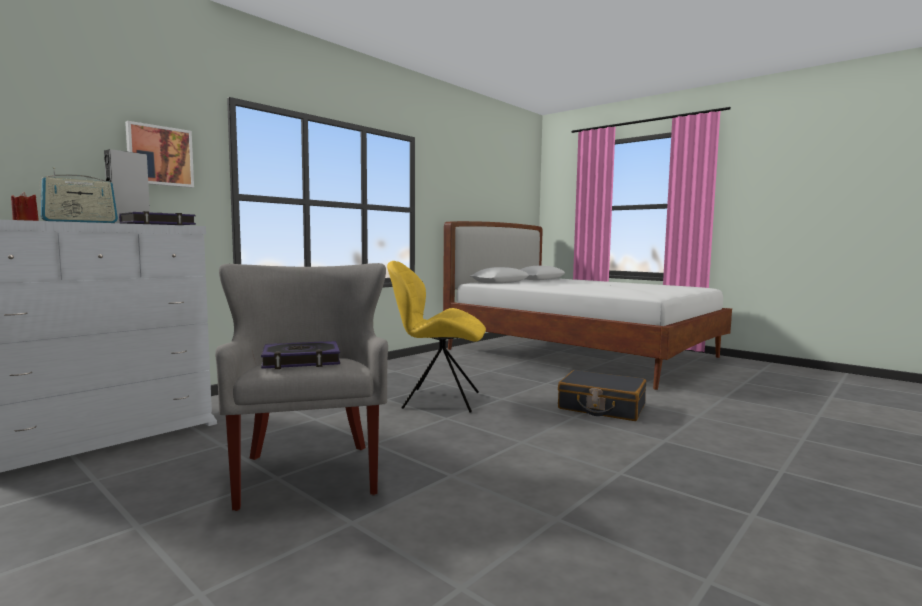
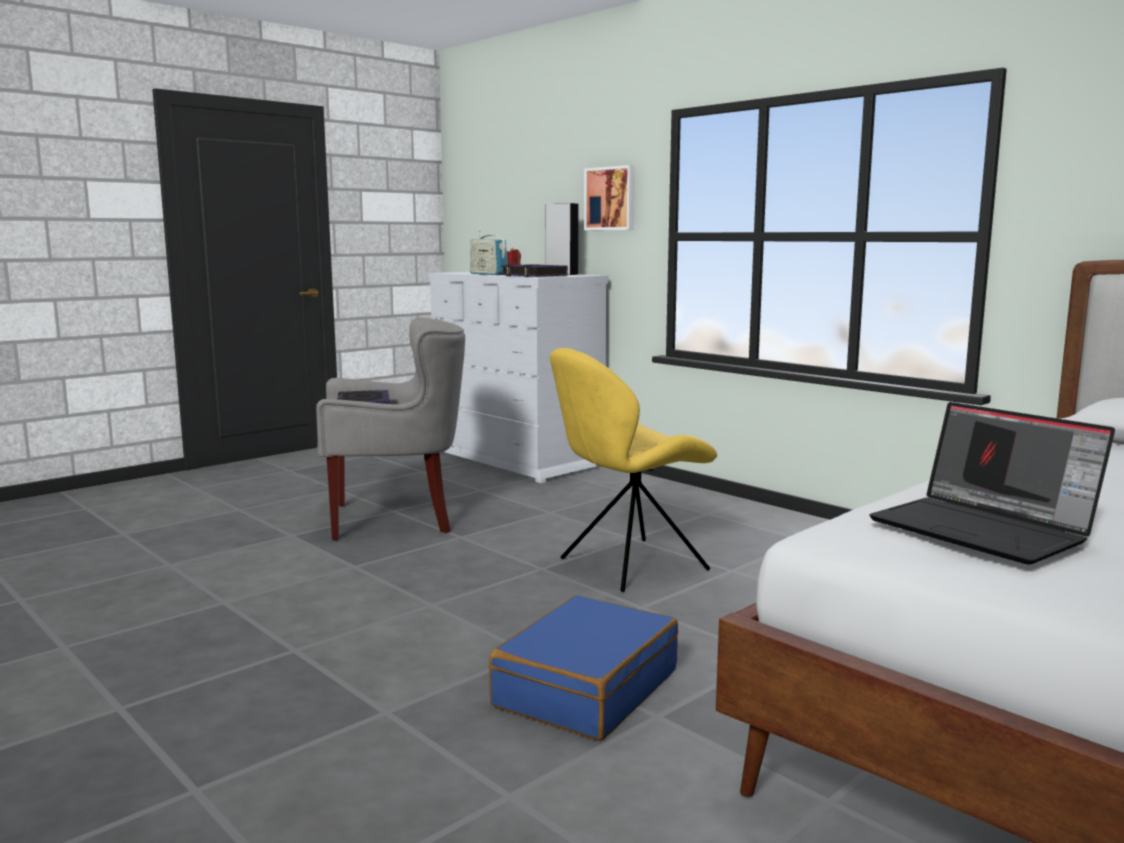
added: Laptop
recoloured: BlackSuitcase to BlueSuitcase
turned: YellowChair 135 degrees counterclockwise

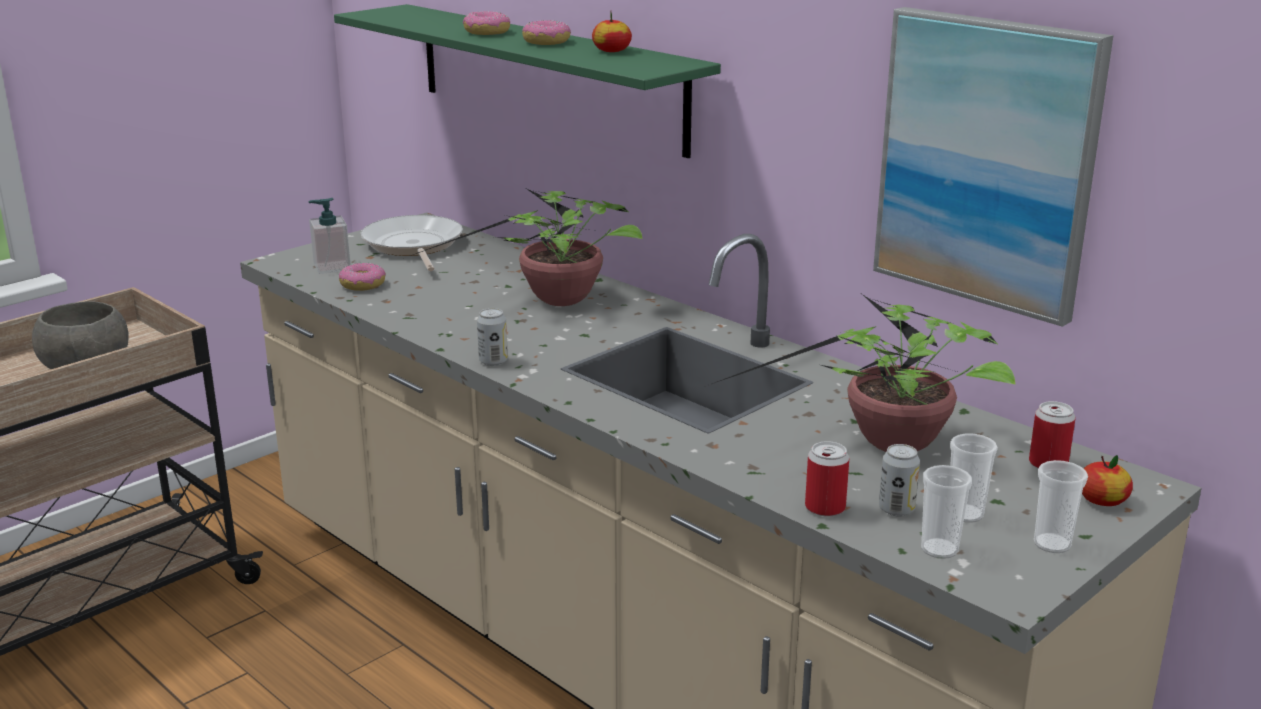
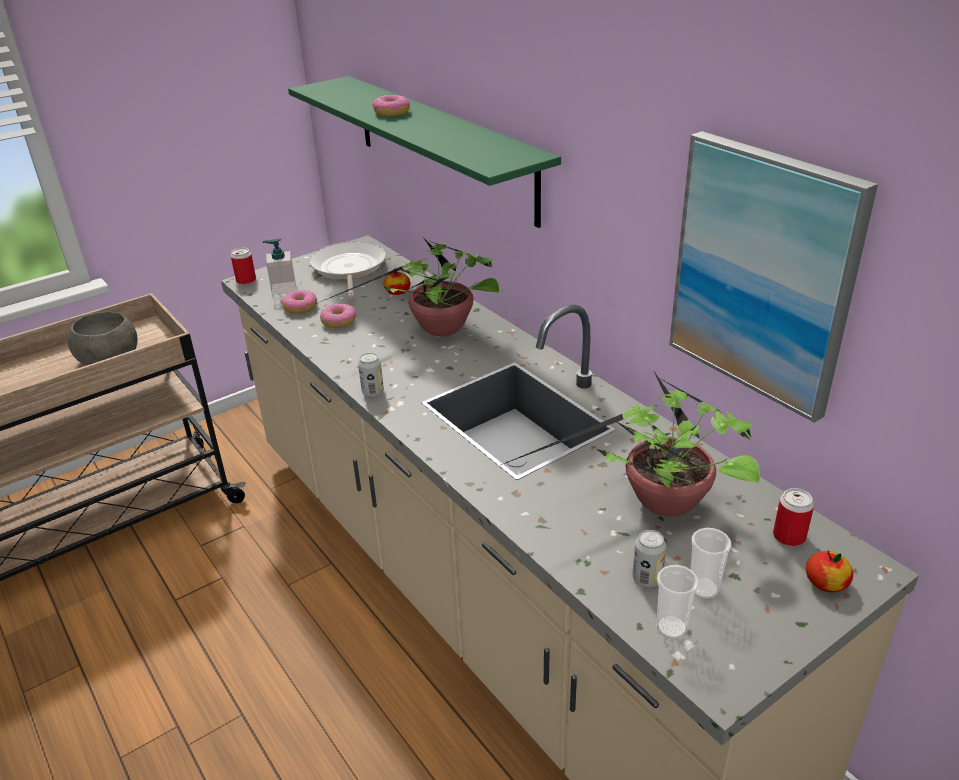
removed: Cup (3rd from left)
moved: Can (2nd from left in the first image) to Can (1st from left); Donut (3rd from left in the first image) to Donut (2nd from left); Apple (1st from left)

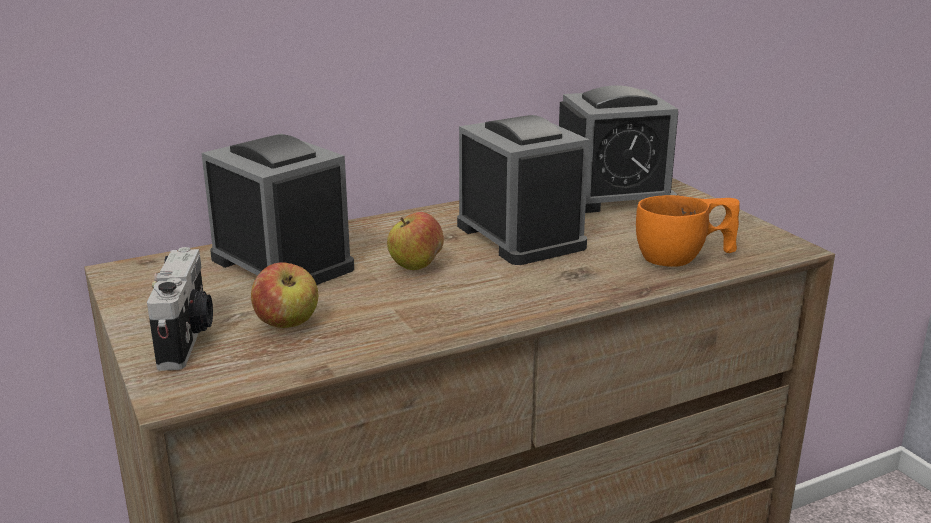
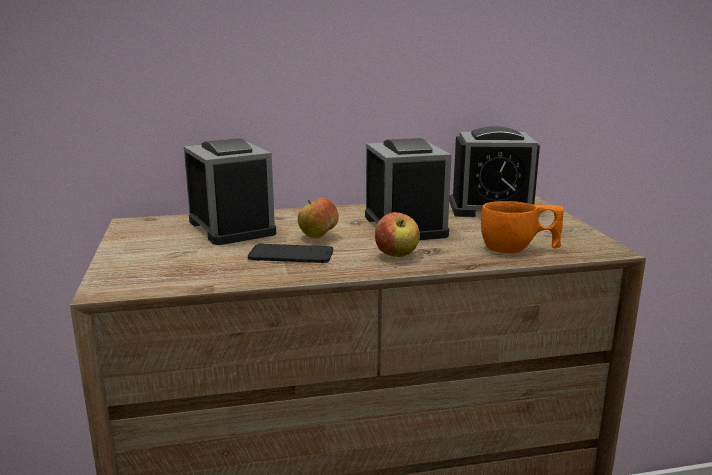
removed: PhotoCamera
added: Phone
moved: Apple (1st from left in the first image) to Apple (2nd from left)

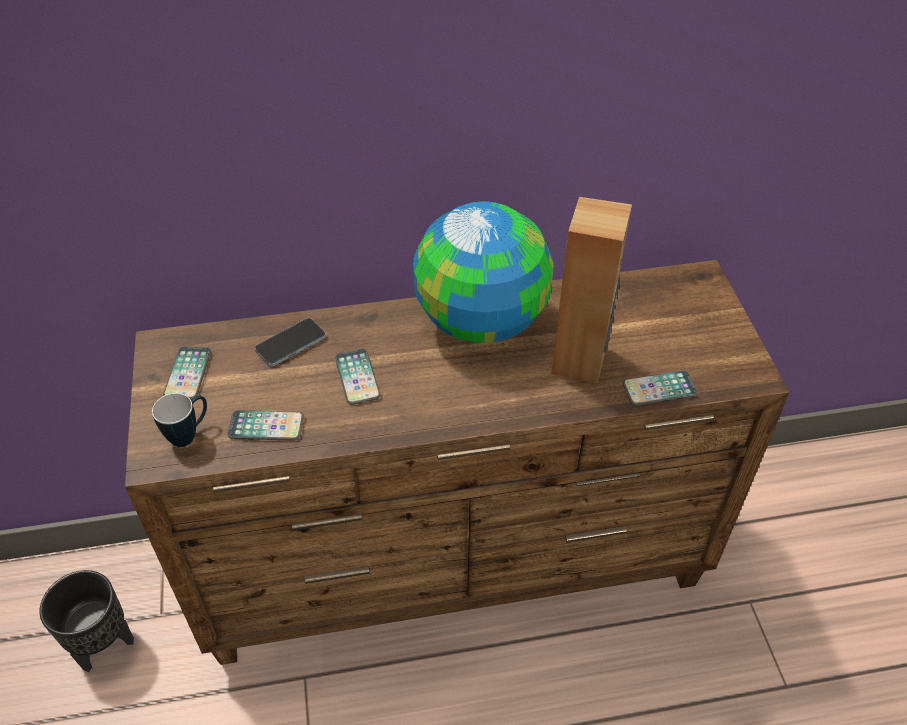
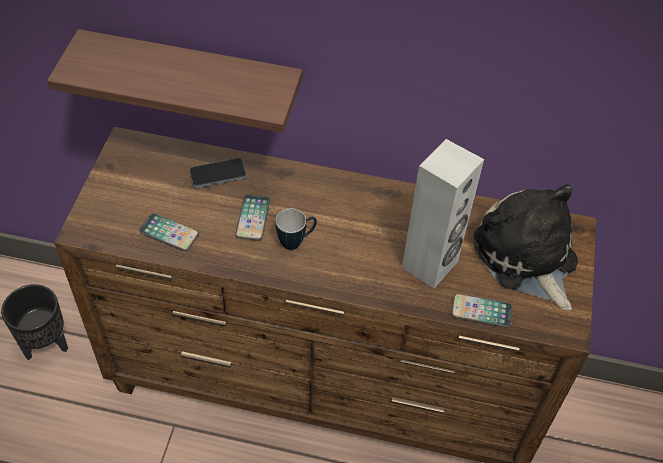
removed: Phone (1st from left); Globe
added: Shelf; PlushToy
moved: Mug
recoloured: BrownSpeaker to WhiteSpeaker

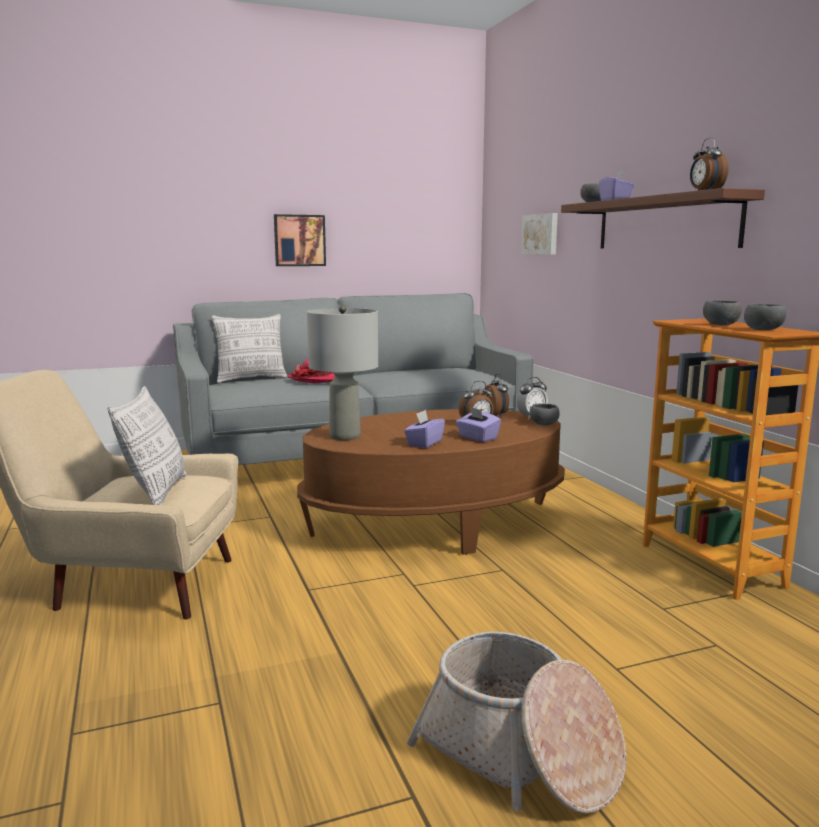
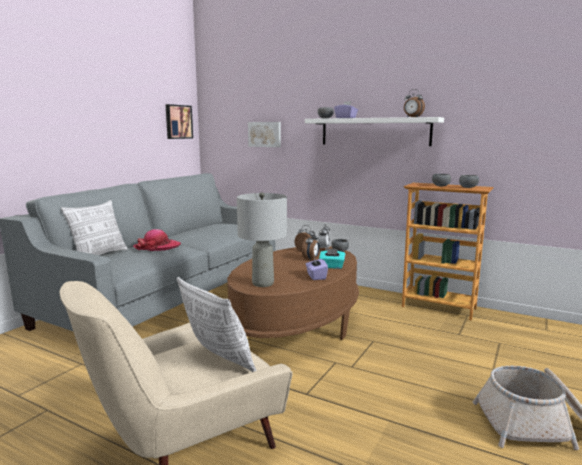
moved: Picture (1st from left)
recoloured: BrownShelf to WhiteShelf; PurpleTissueBox (2nd from left) to TurquoiseTissueBox

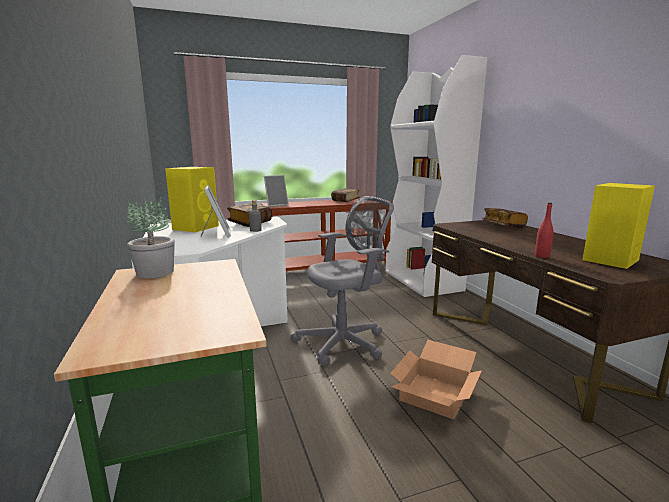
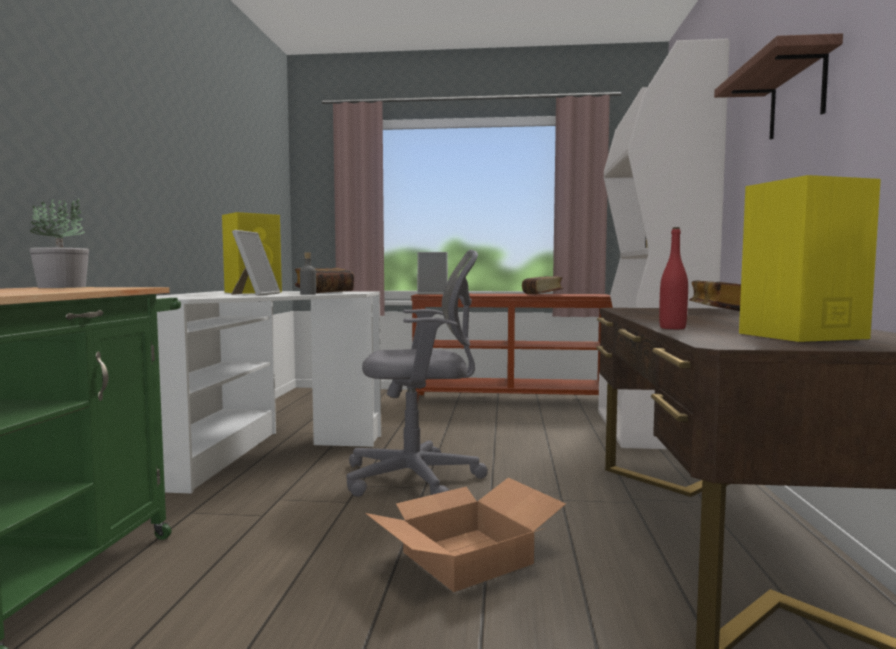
added: Shelf

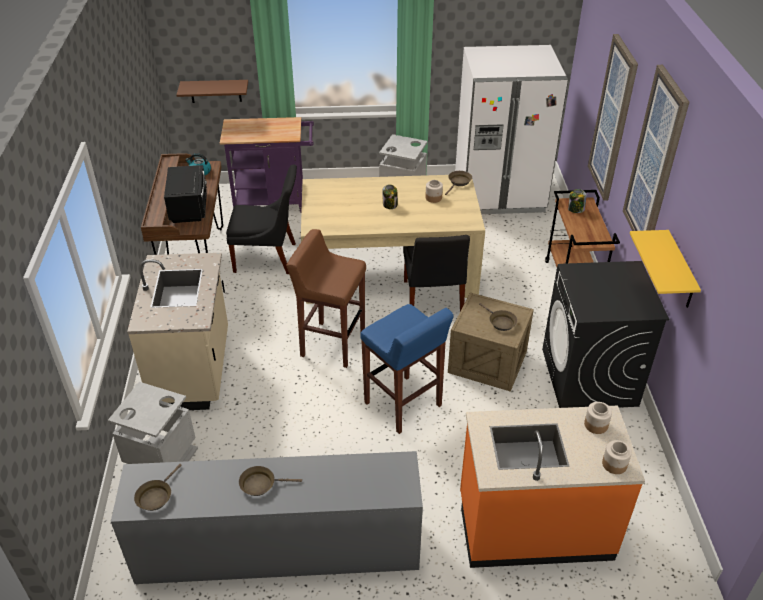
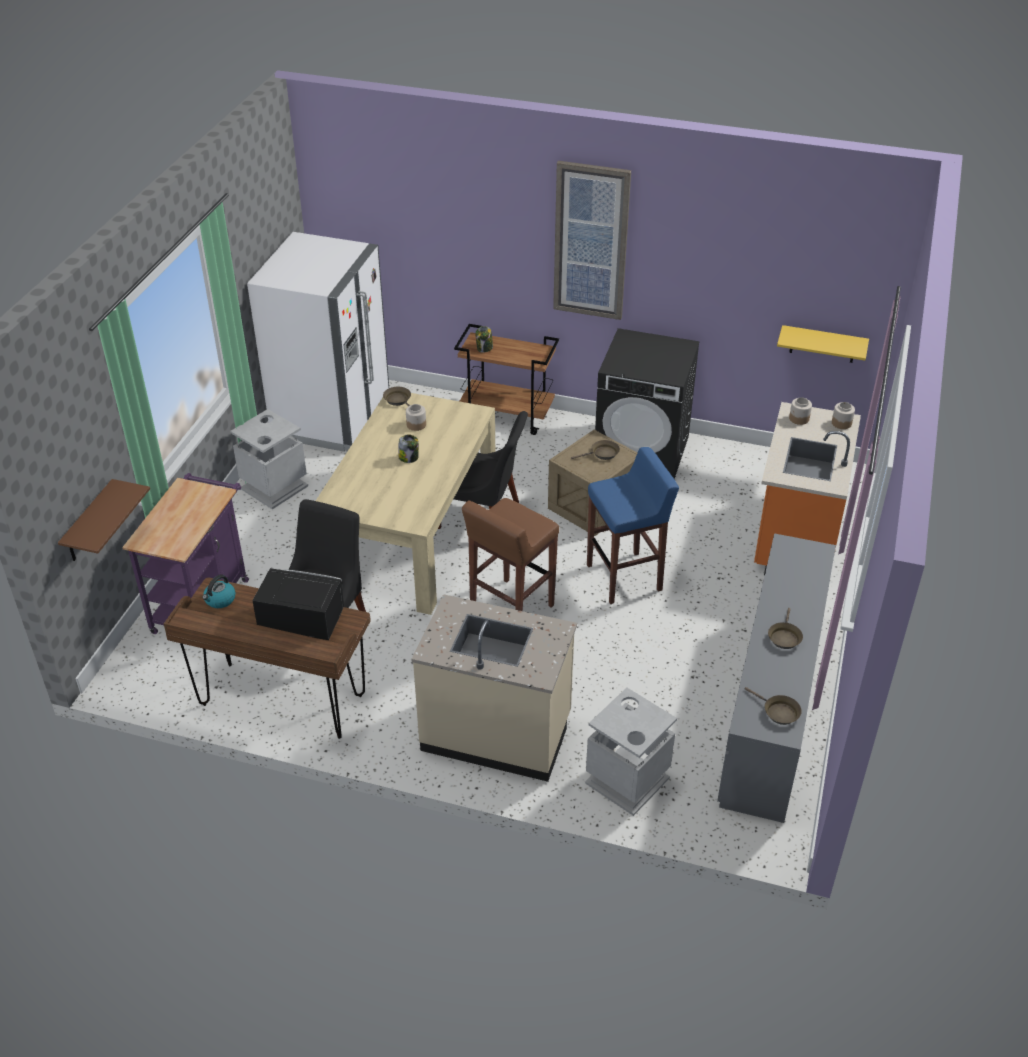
removed: Picture (1st from left)
moved: YellowShelf

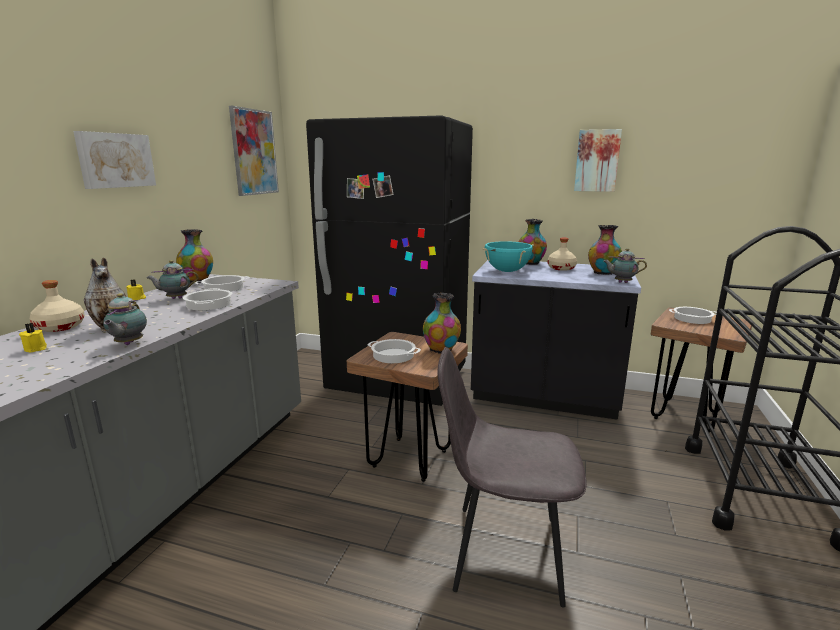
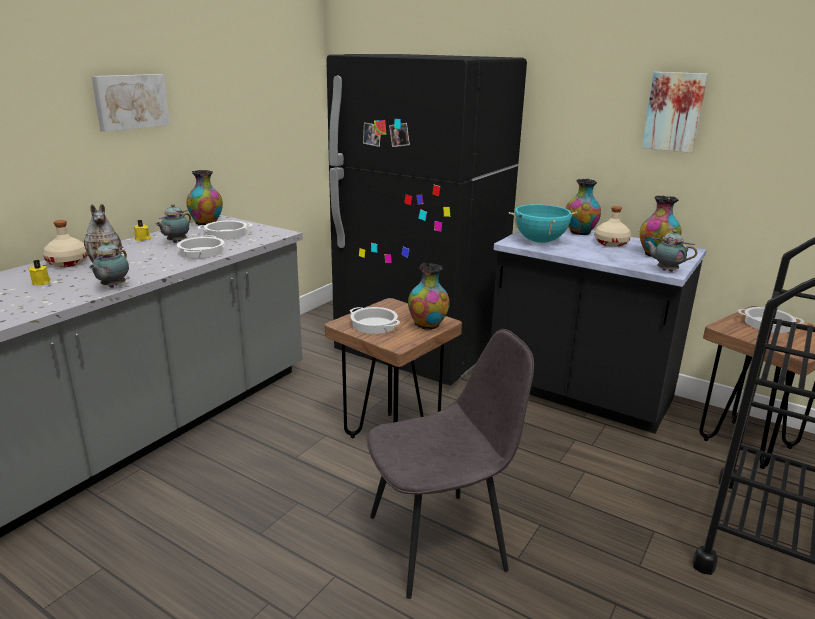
removed: Picture (2nd from left)
turned: Teapot (2nd from left) 60 degrees counterclockwise; GreyChair 135 degrees clockwise

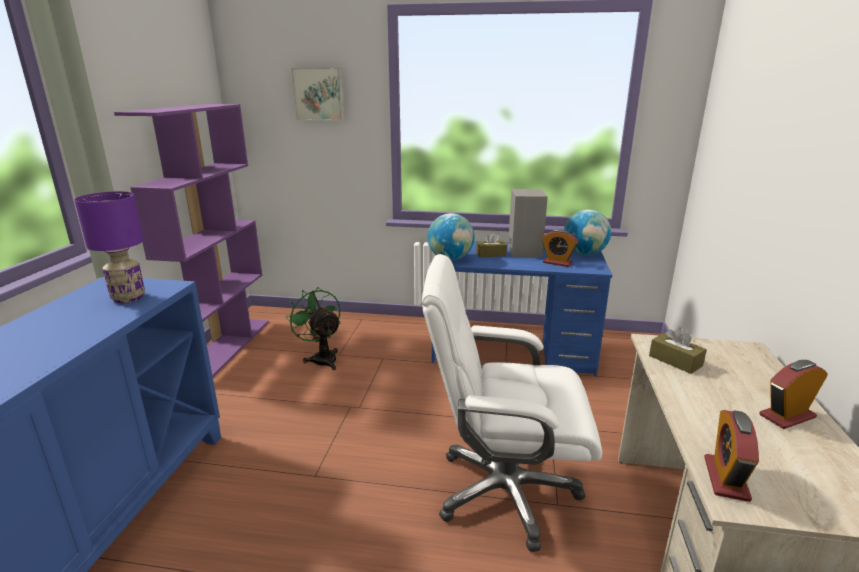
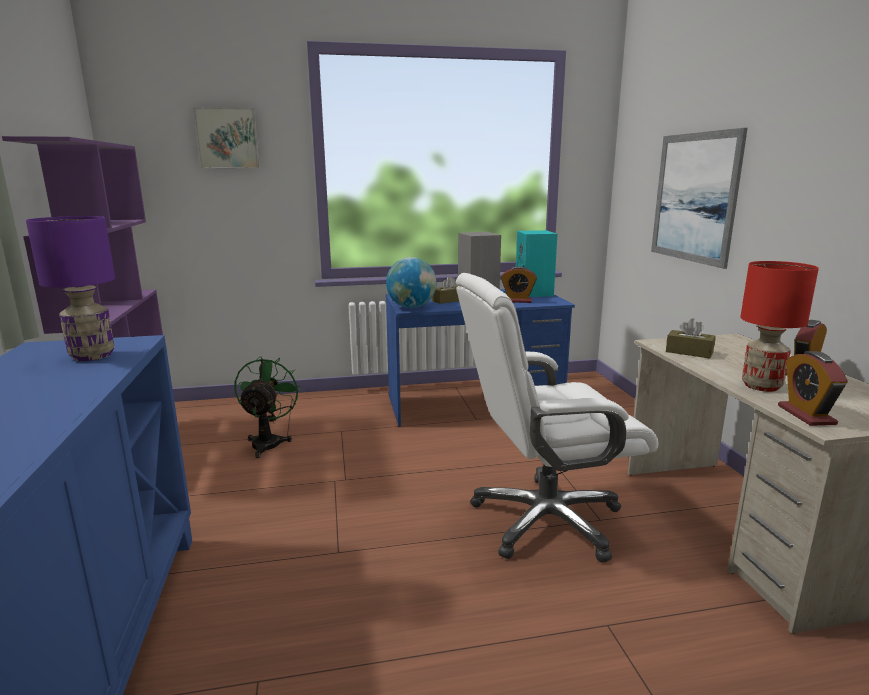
added: Picture (2nd from left); RedTableLamp
replaced: Globe (2nd from left) to TurquoiseSpeaker
turned: GreenFan 60 degrees clockwise

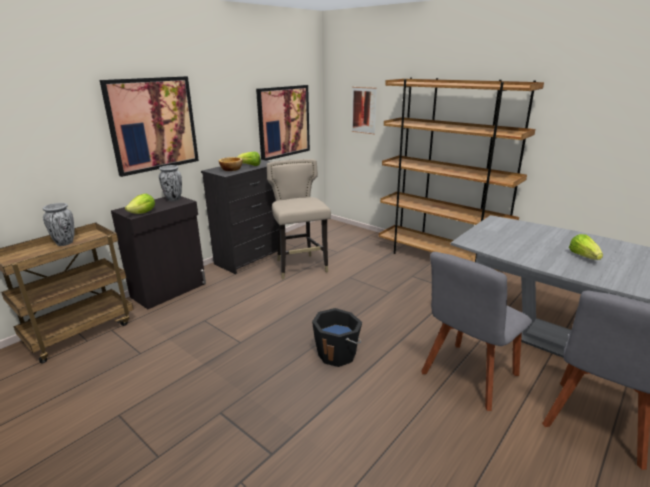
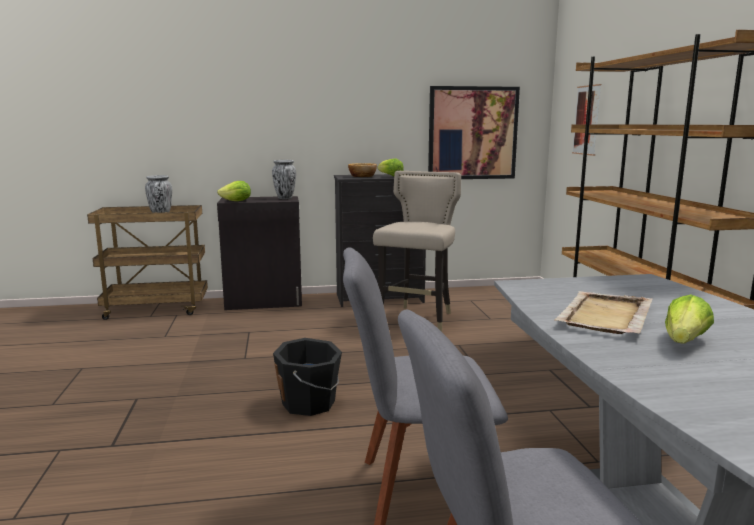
removed: Picture (1st from left)
added: BeigeTray

